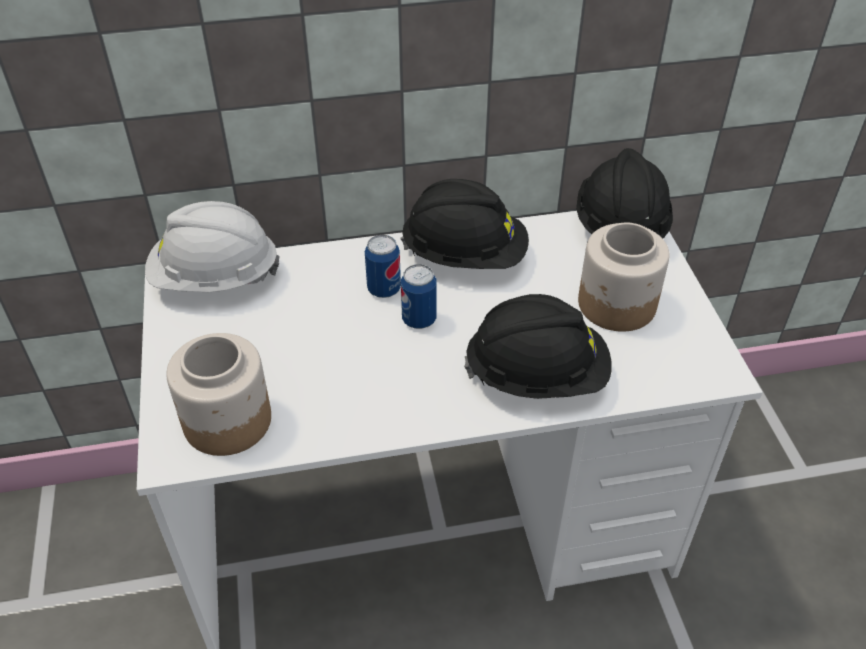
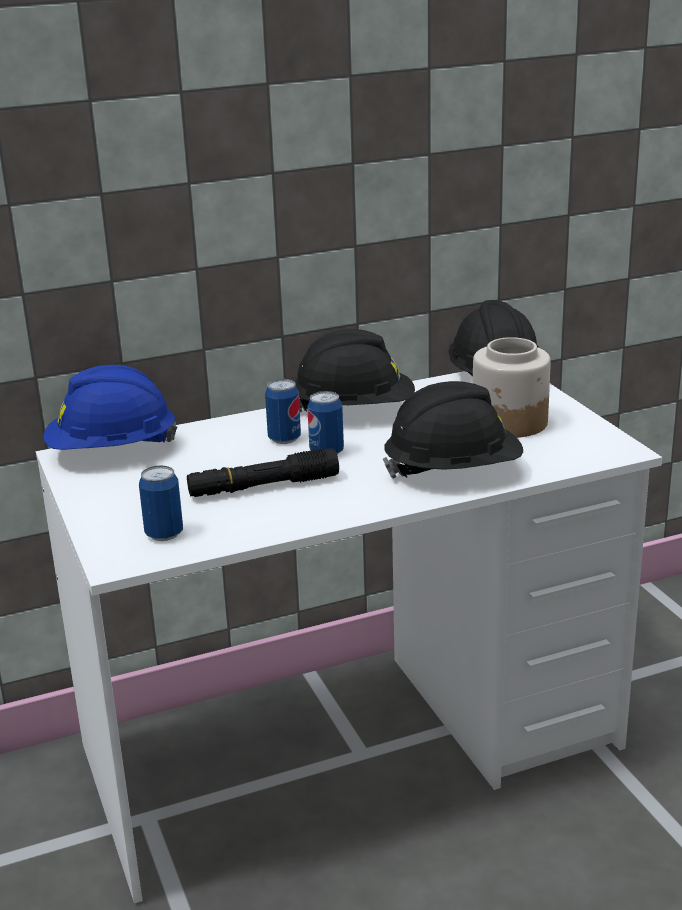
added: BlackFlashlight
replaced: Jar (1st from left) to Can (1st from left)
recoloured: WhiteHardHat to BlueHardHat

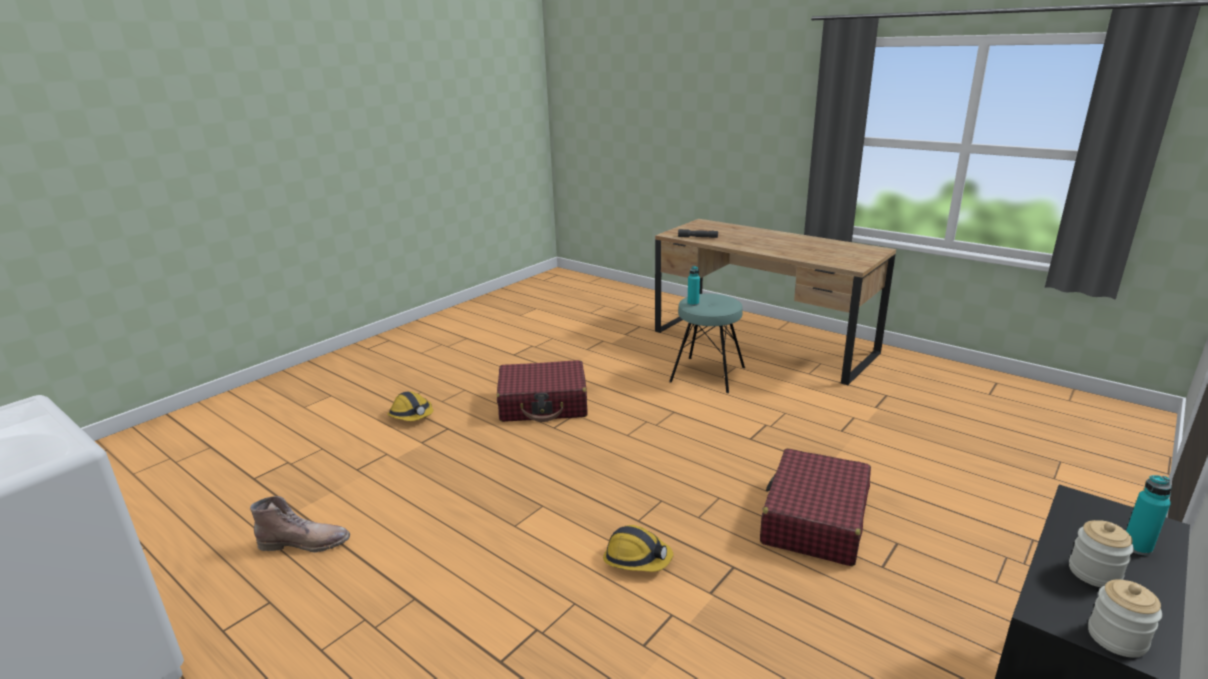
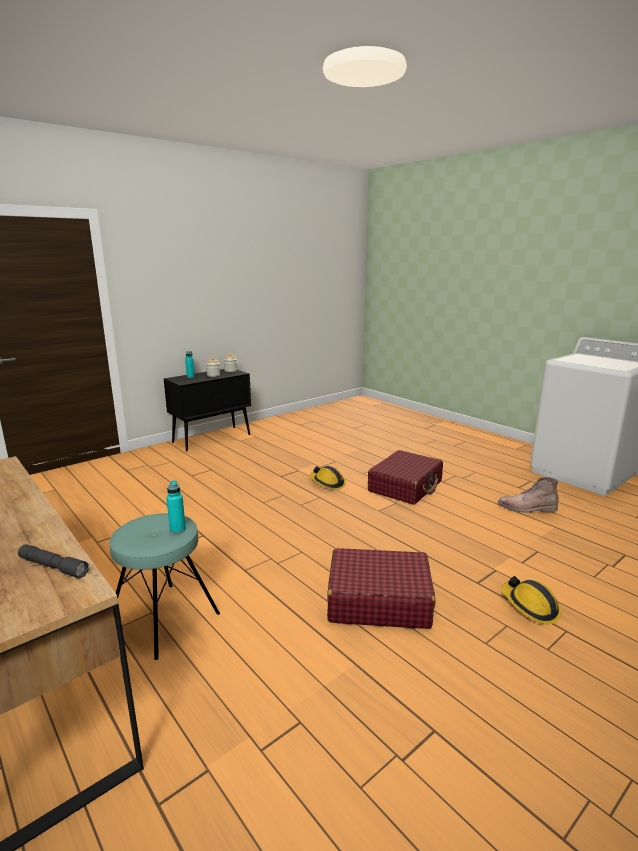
moved: RedSuitcase (2nd from left)

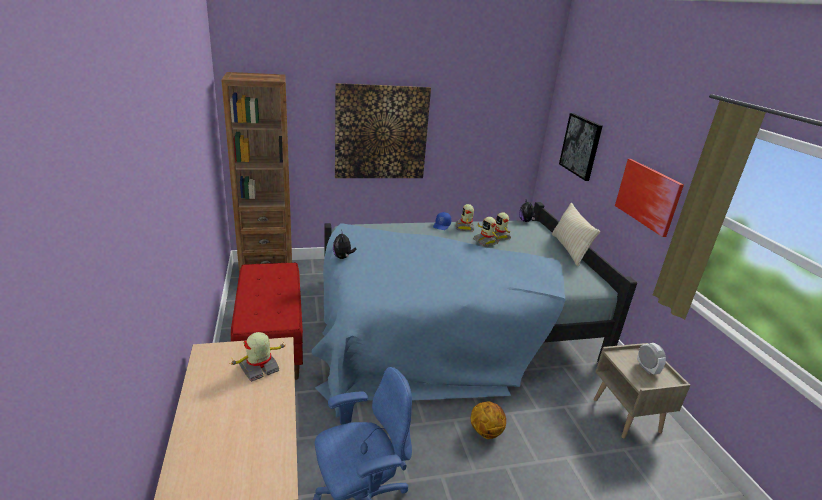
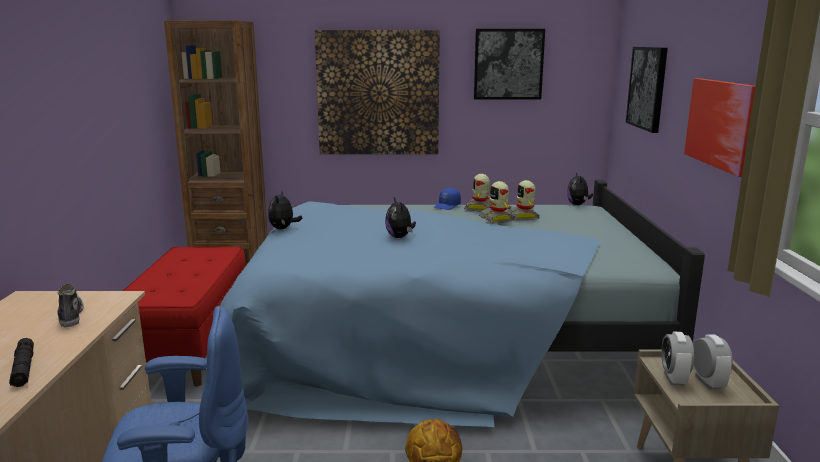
removed: BeigePillow
added: BlackFlashlight; PlushToy (2nd from left); Picture (2nd from left); AlarmClock (1st from left)
replaced: ToyRobot (1st from left) to Shoe

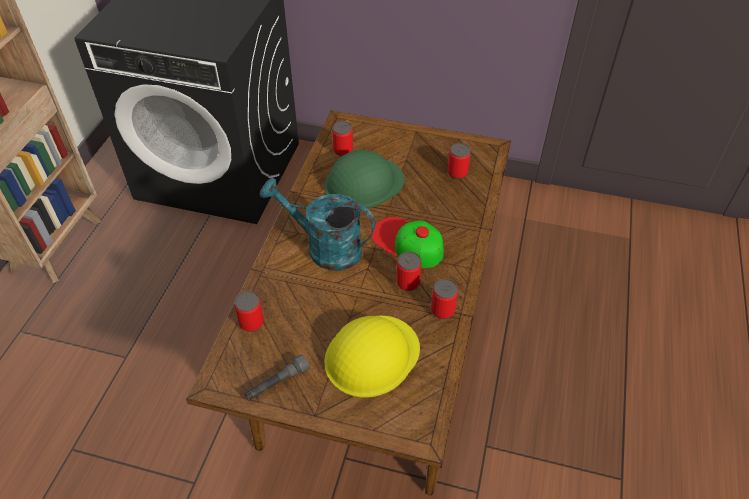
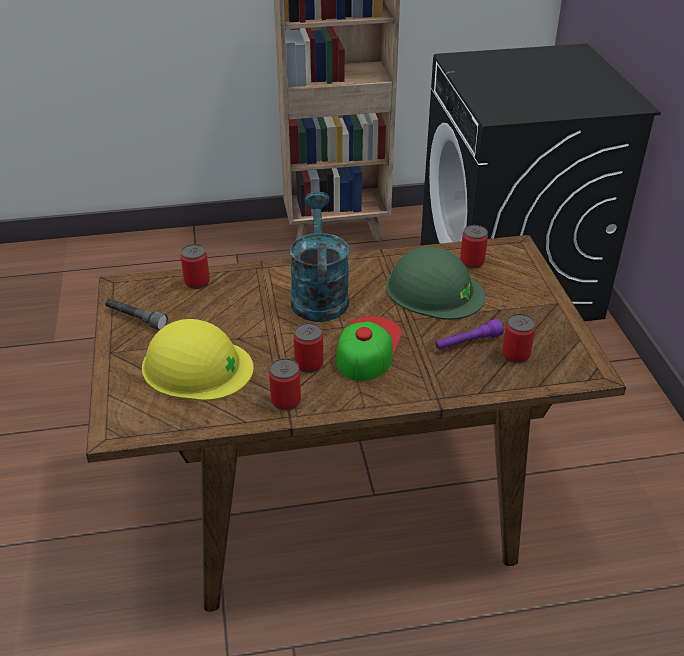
added: PurpleFlashlight

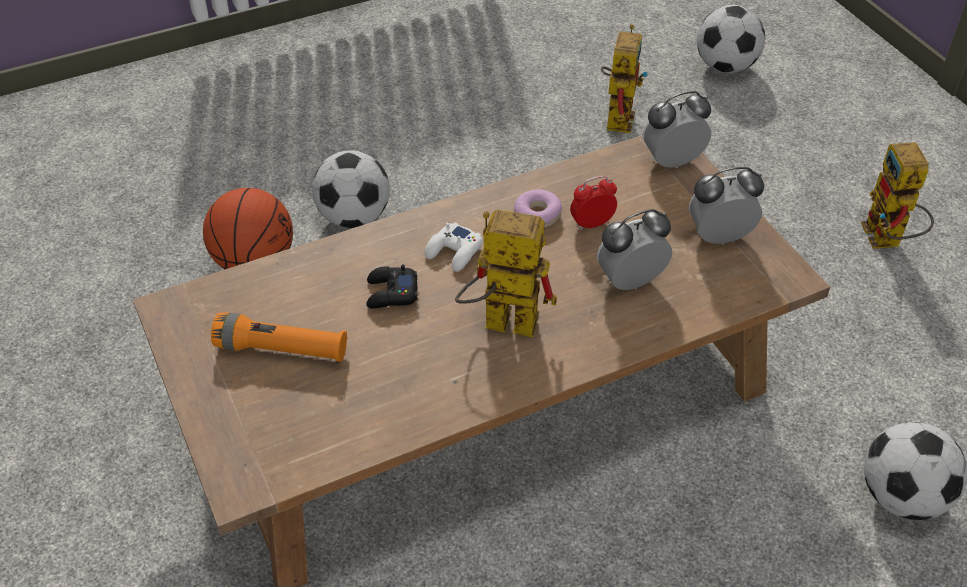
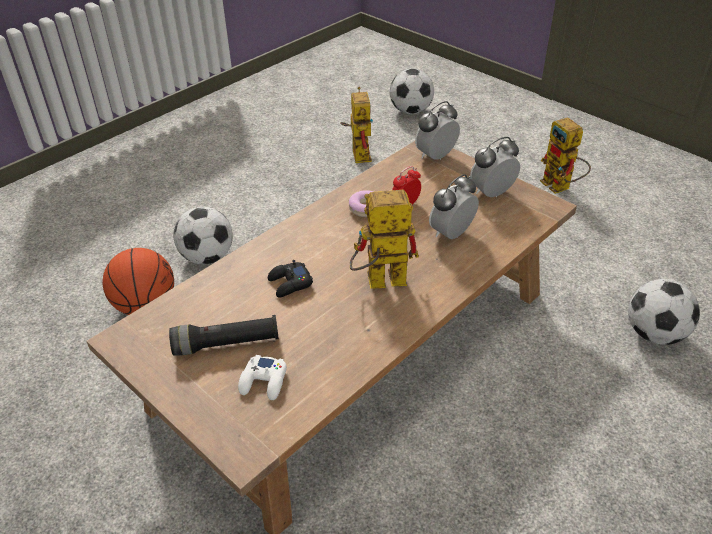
moved: WhiteGameController
recoloured: OrangeFlashlight to BlackFlashlight

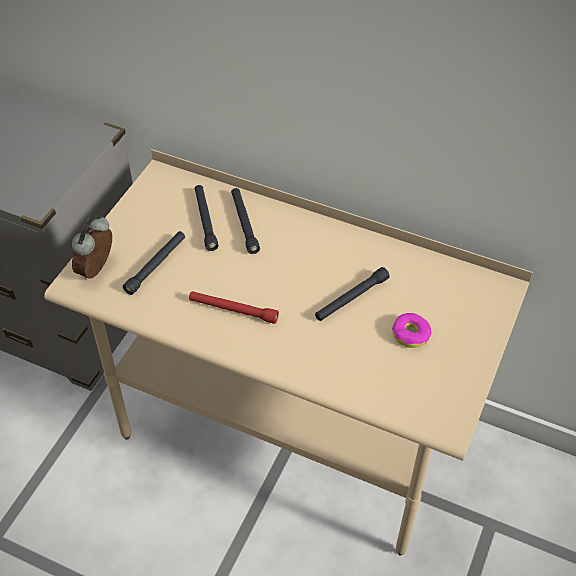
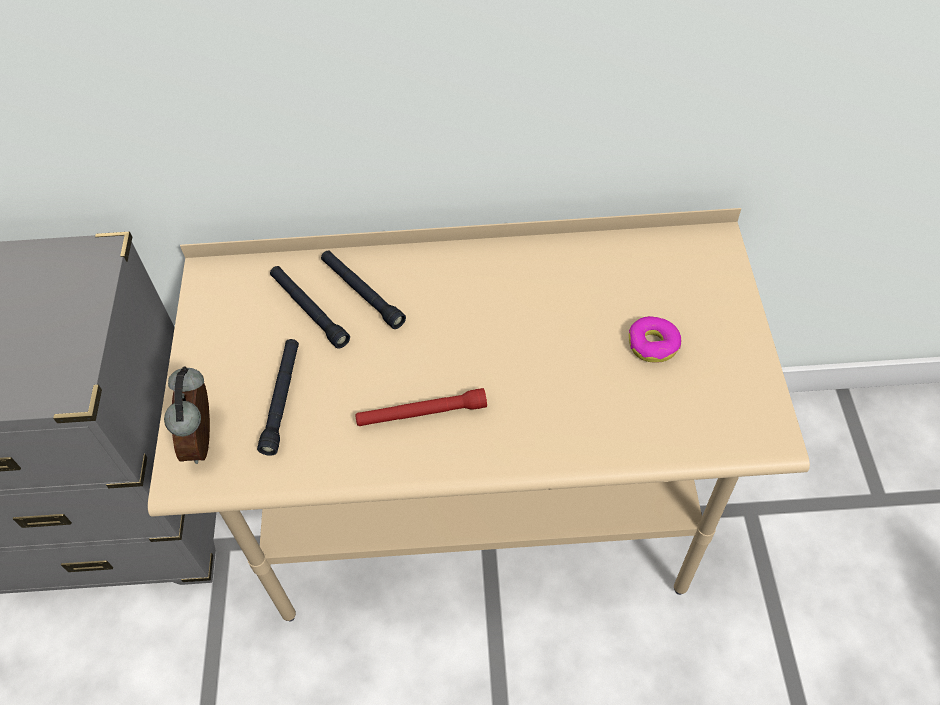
removed: BlackFlashlight (4th from left)

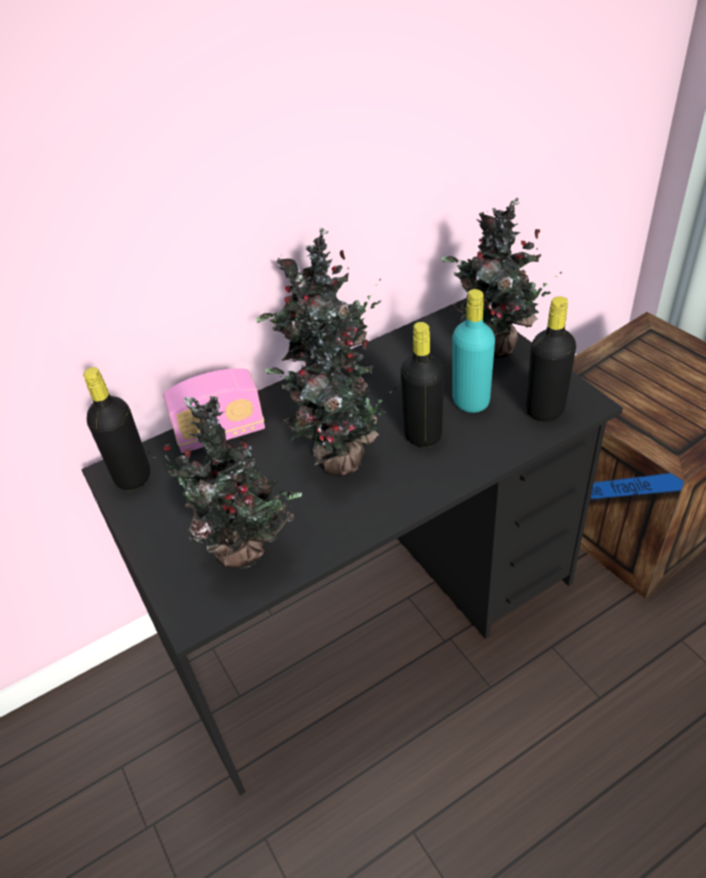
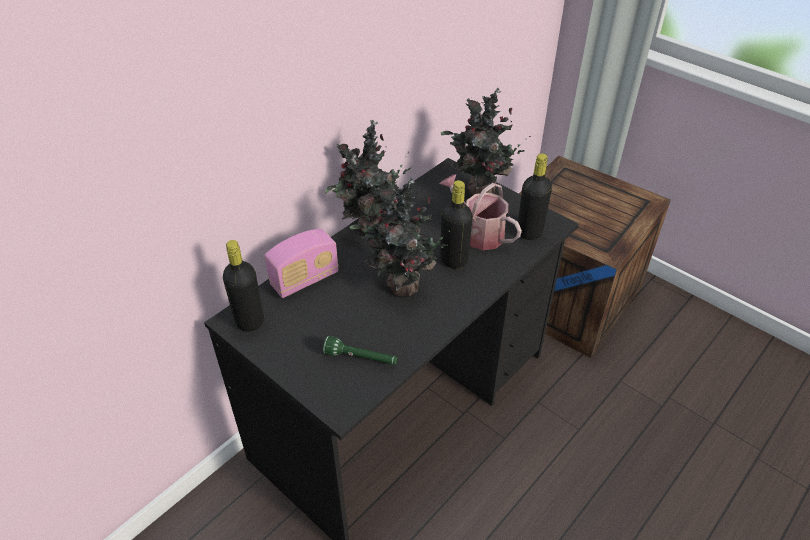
replaced: PottedPlant (1st from left) to GreenFlashlight; TurquoiseBottle to WateringCan

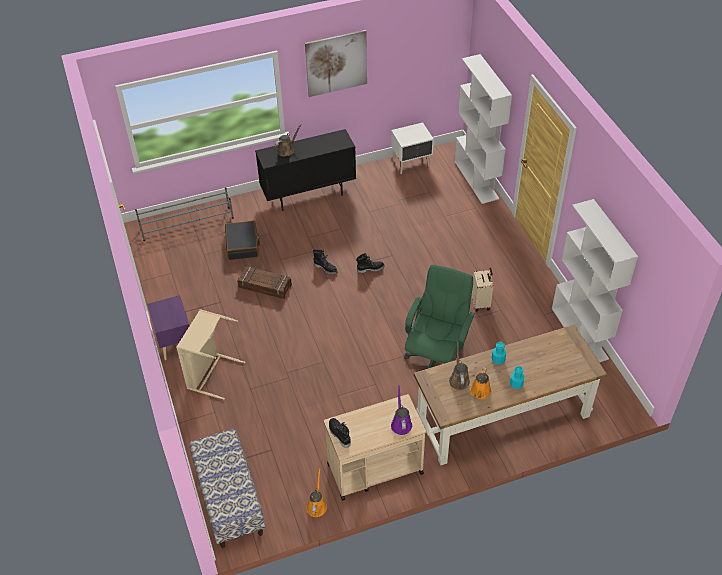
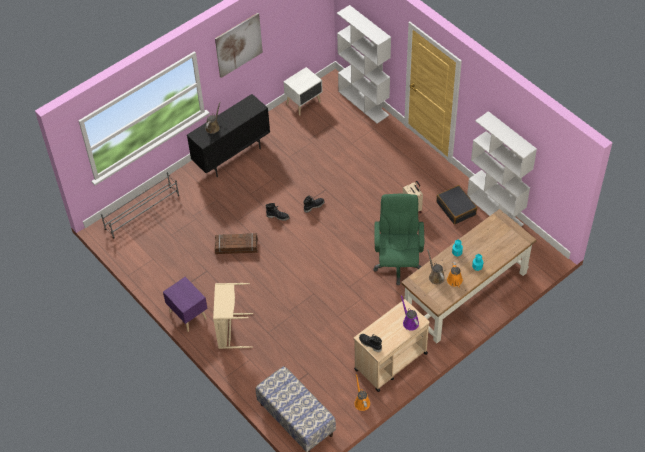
moved: BlackSuitcase

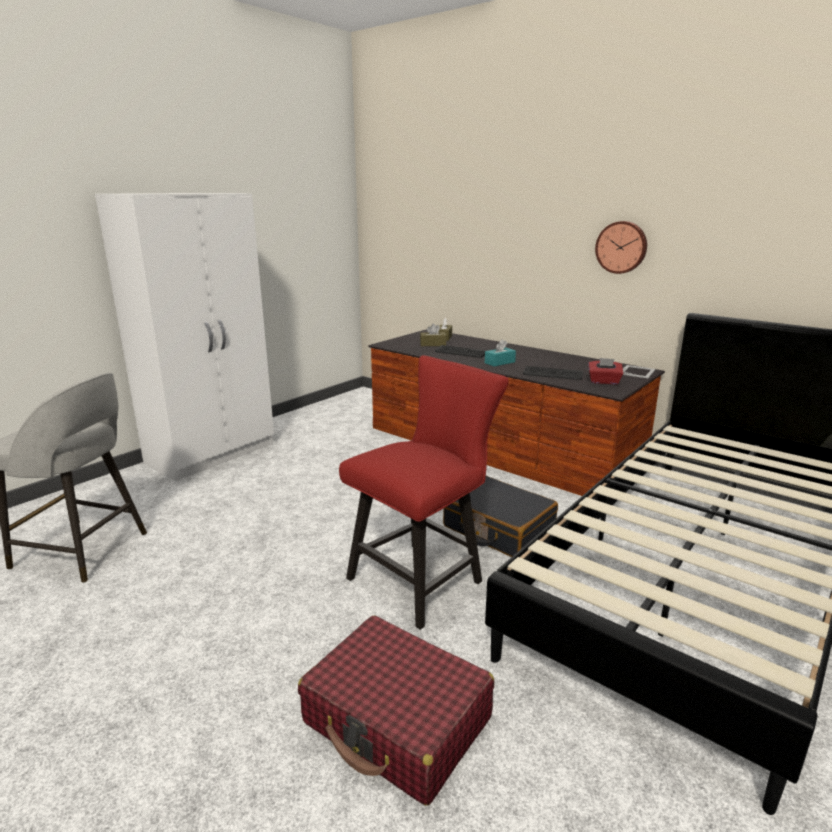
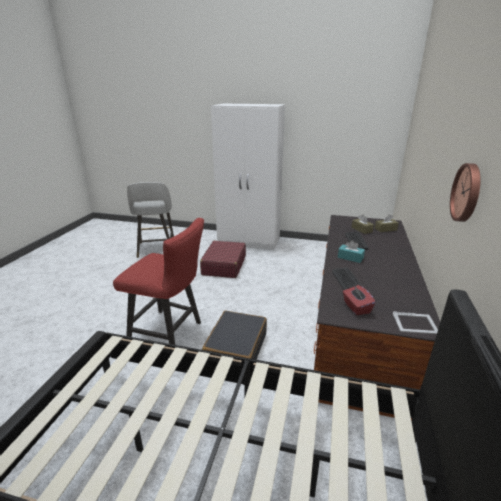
moved: RedSuitcase

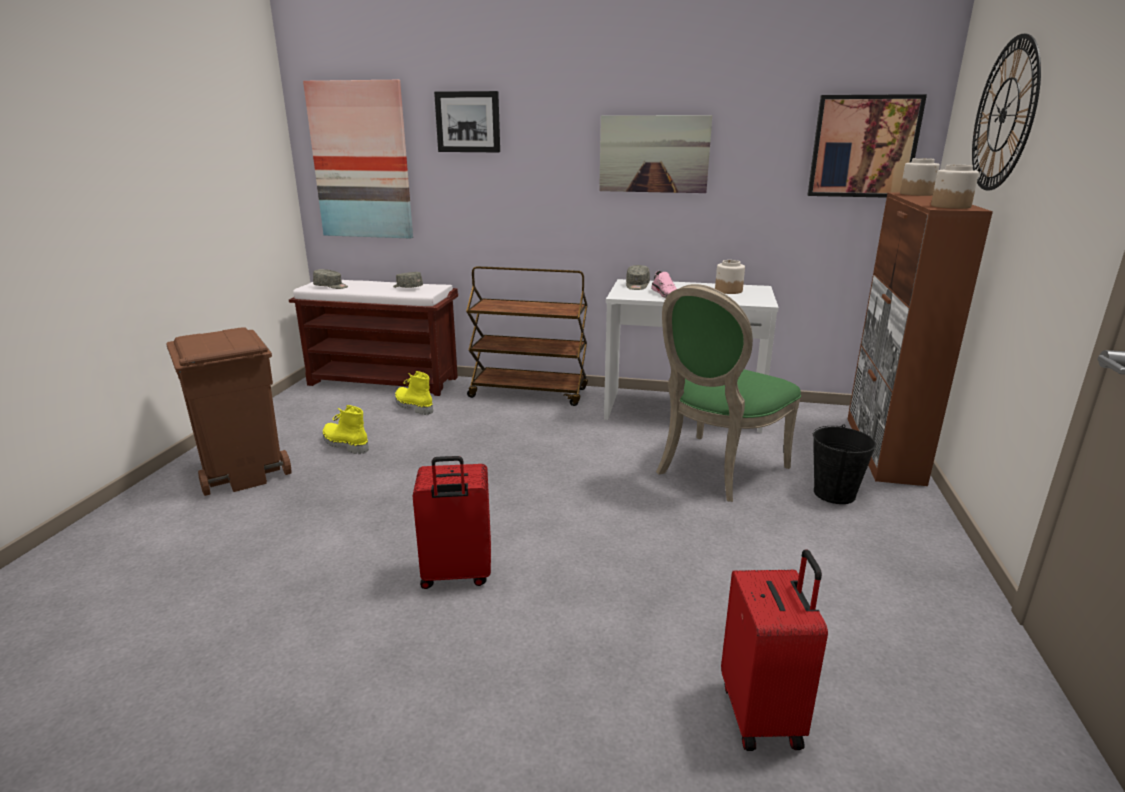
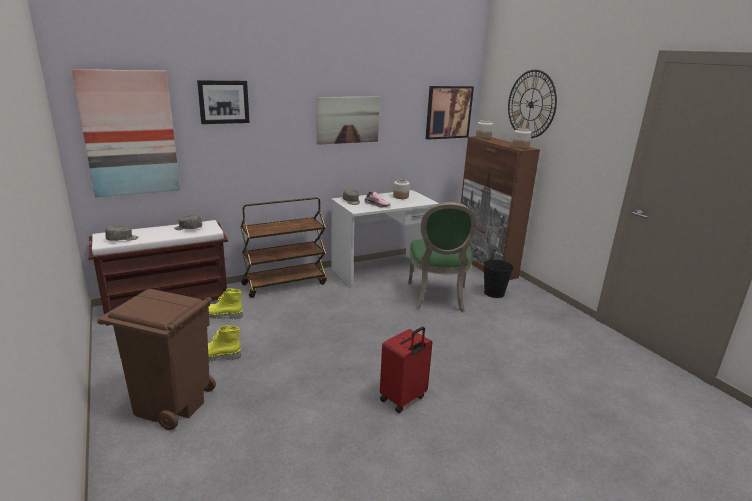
removed: RedSuitcase (2nd from left)

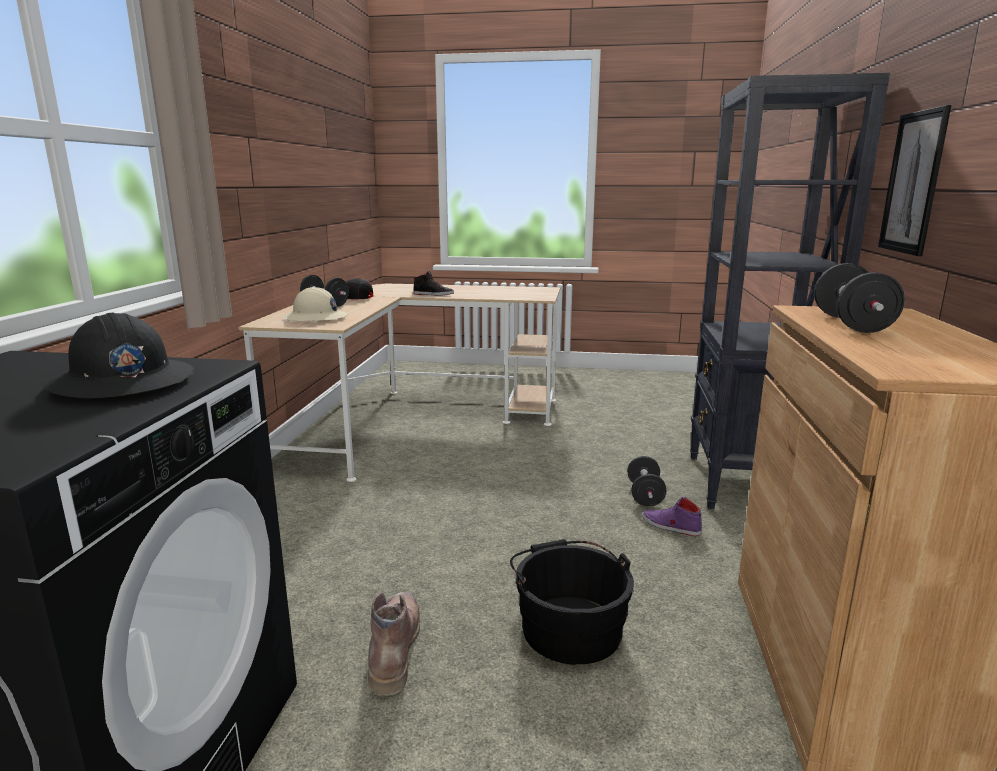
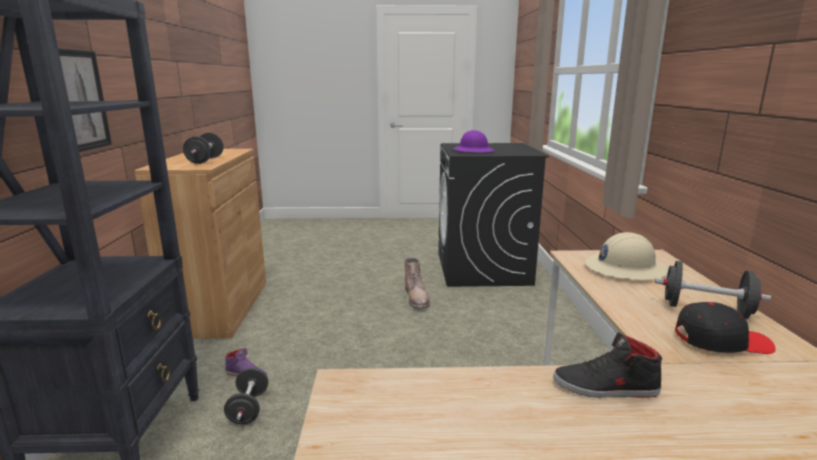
removed: BlackBucket
recoloured: BlackHardHat to PurpleHardHat

